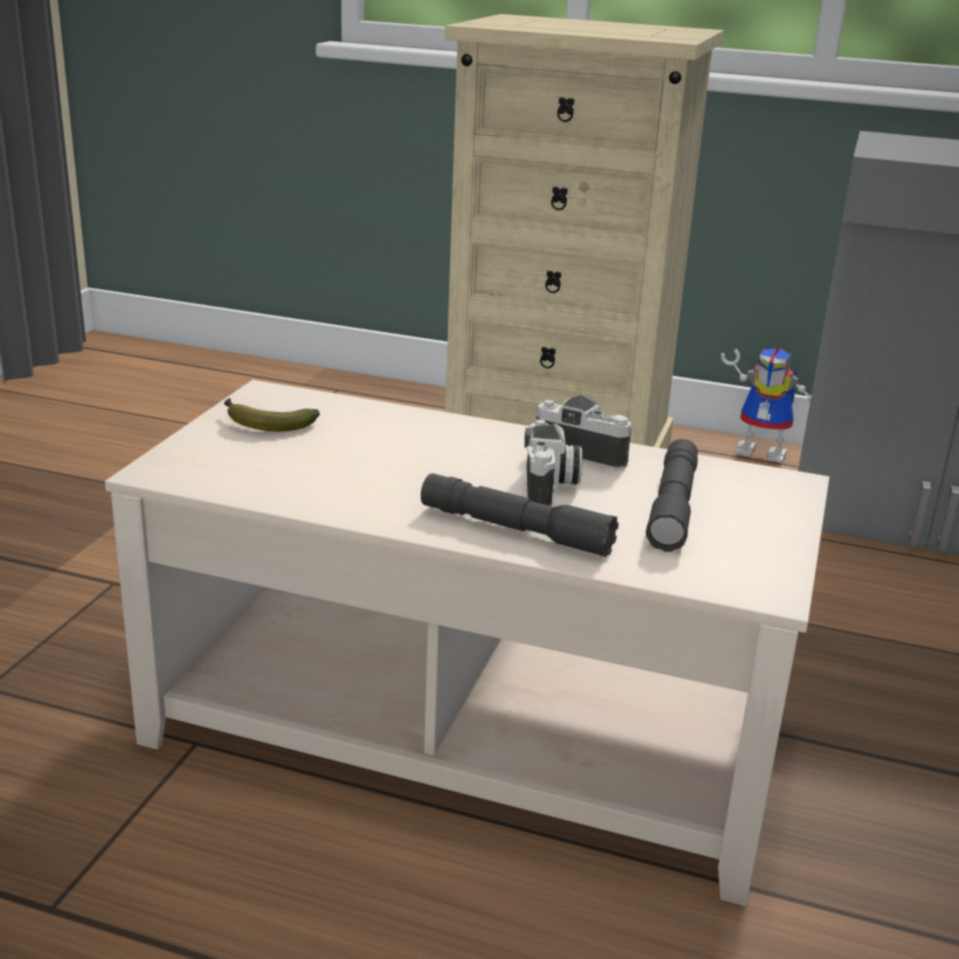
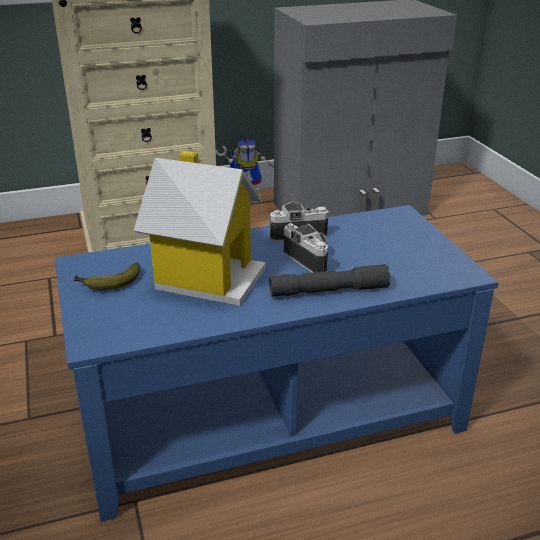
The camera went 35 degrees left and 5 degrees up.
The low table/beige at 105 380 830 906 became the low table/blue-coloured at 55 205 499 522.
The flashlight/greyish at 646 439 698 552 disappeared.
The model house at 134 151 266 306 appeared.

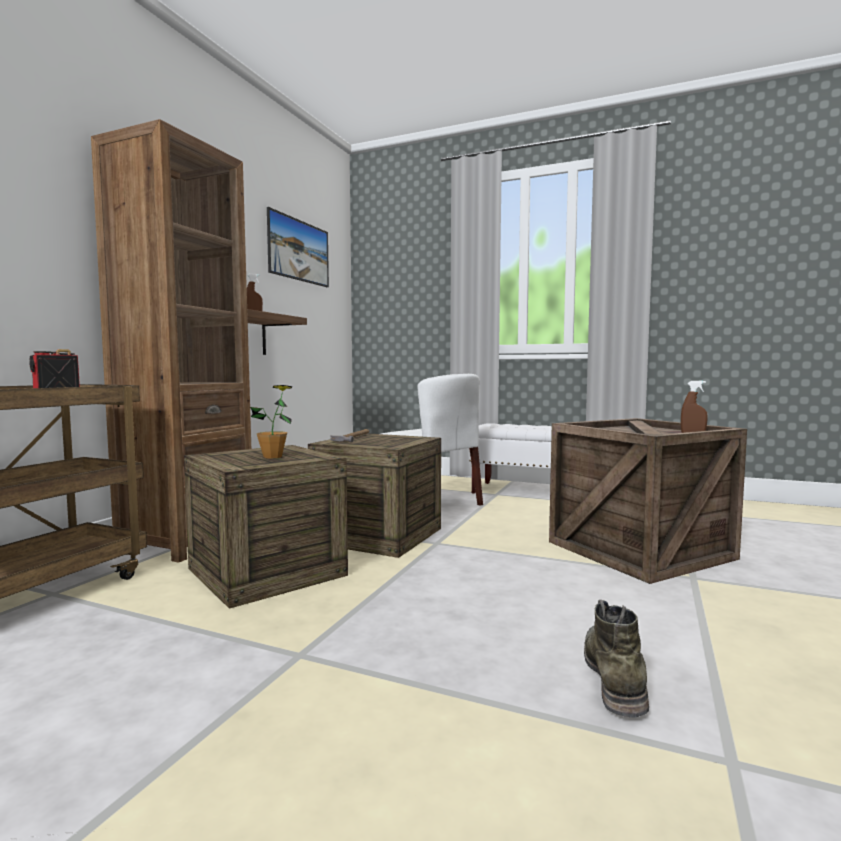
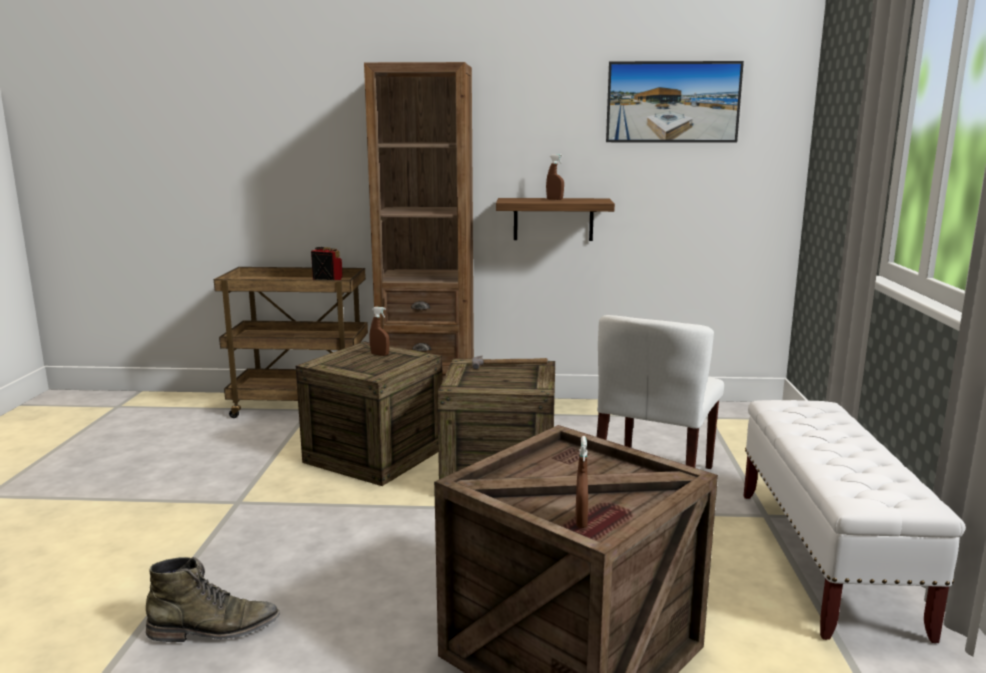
The camera went 70 degrees right and 10 degrees up.
The potted plant at 250 385 292 459 disappeared.
The sprayer/brown-coloured at 370 307 389 356 appeared.

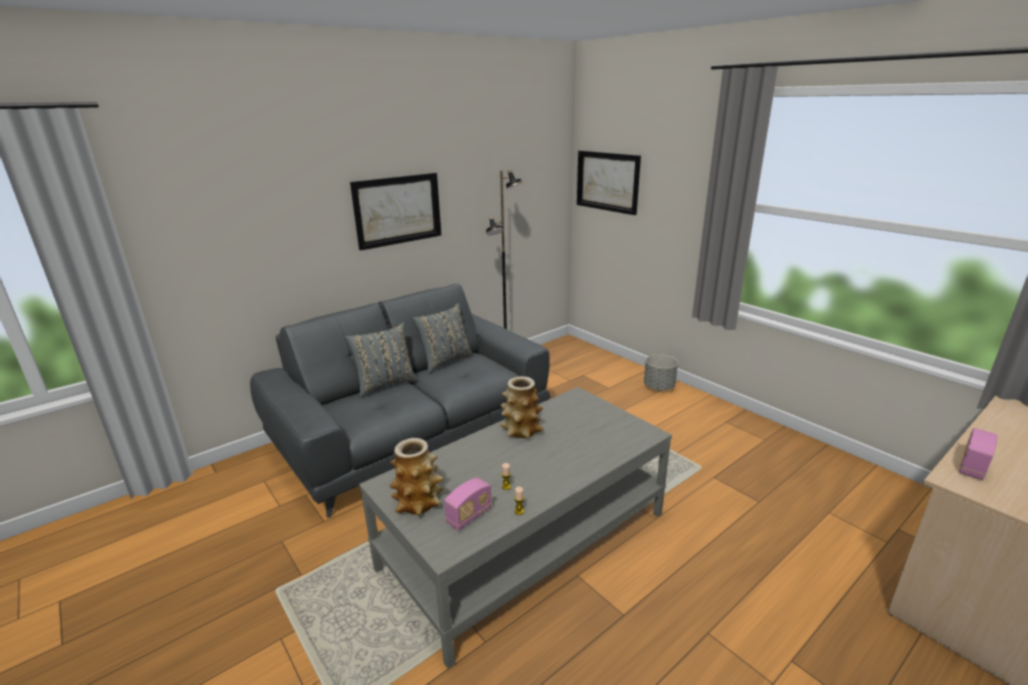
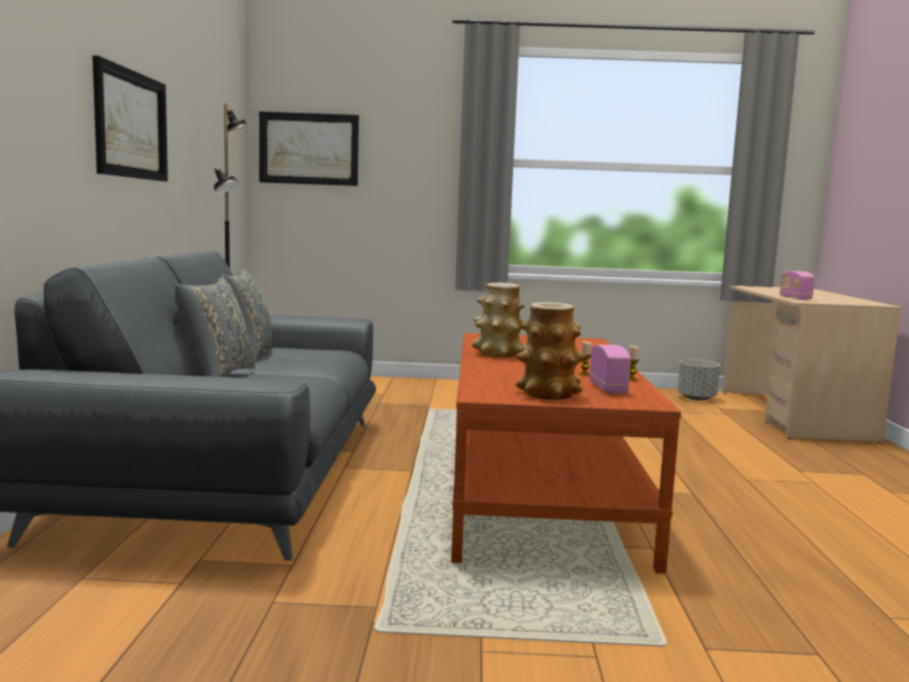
The camera went 50 degrees left and 15 degrees down.
The low table/greyish at 359 387 672 669 became the low table/brown-coloured at 451 333 681 574.
The flower pot/greyish moved from 644 354 678 391 to 677 359 720 401.

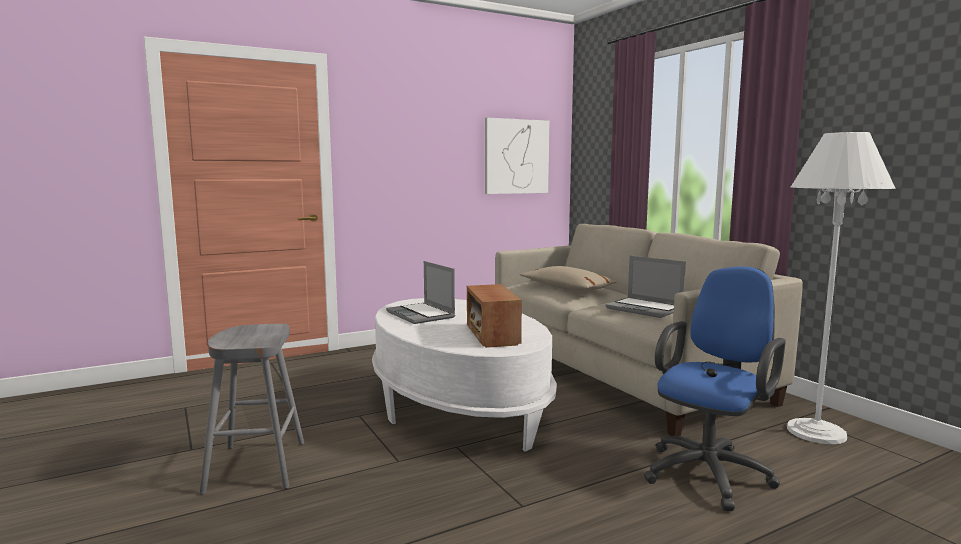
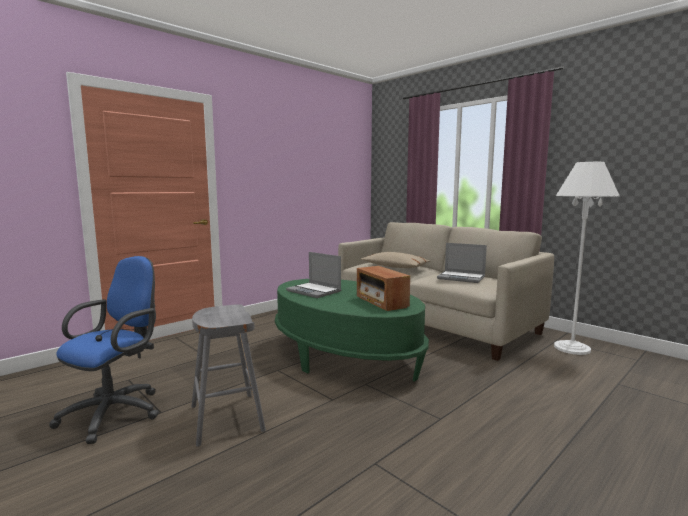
The camera went 15 degrees left and 0 degrees up.
The low table/white at 372 298 557 452 became the low table/green-coloured at 275 279 429 382.
The wall art at 485 118 550 194 disappeared.
The desk chair/blue-coloured moved from 644 266 786 511 to 49 256 159 444.

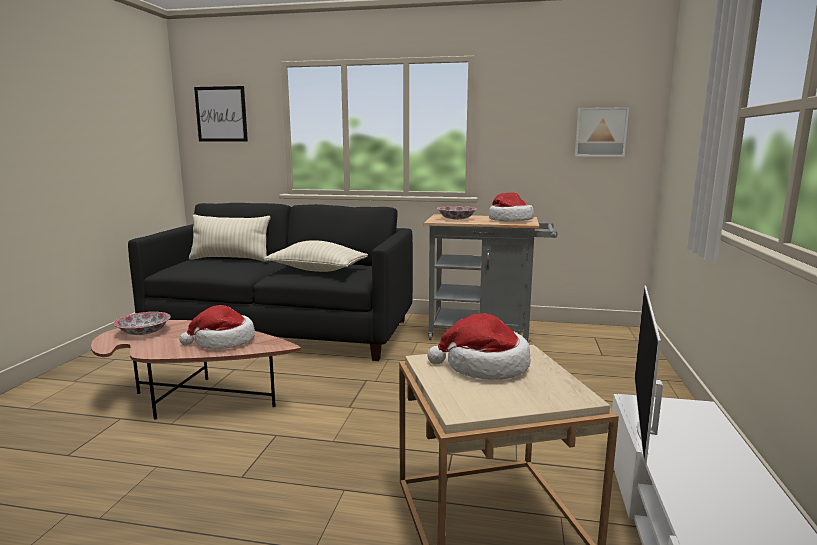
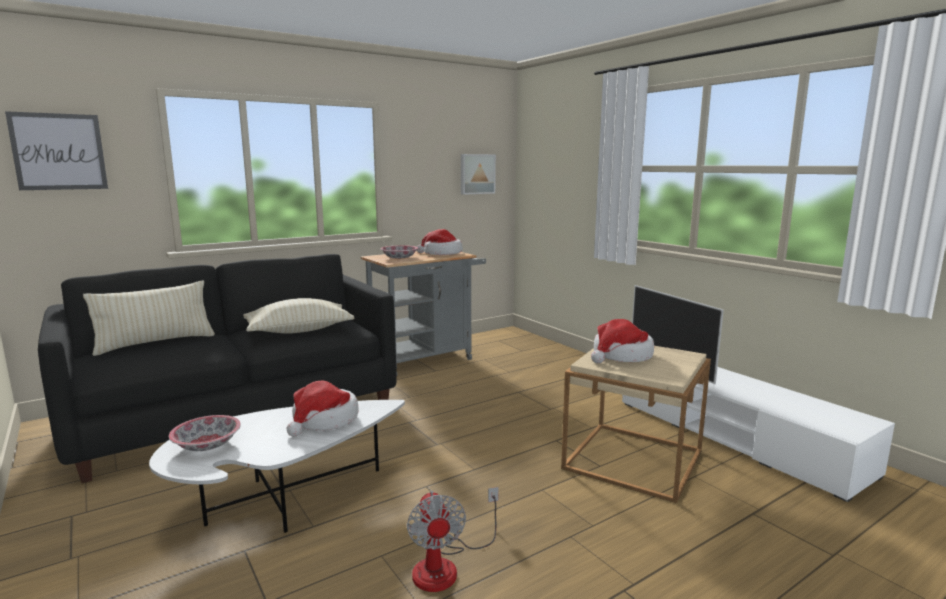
The camera went 45 degrees left and 0 degrees up.
The low table/brown-coloured at 91 320 301 420 became the low table/white at 149 400 405 533.
The cooling fan at 407 487 499 592 appeared.

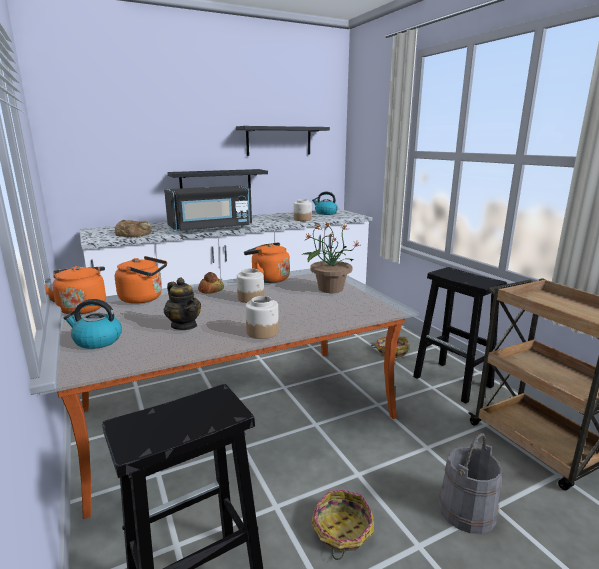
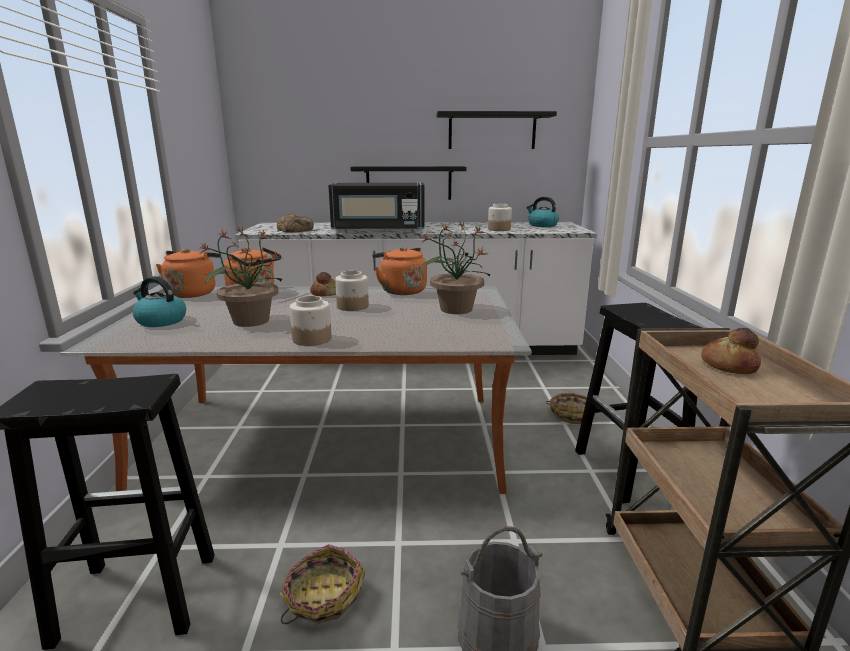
The camera went 25 degrees right and 0 degrees up.
The pot for tea at 164 278 201 330 was replaced by the potted plant at 200 228 282 327.
The bakery bread at 701 328 761 374 appeared.

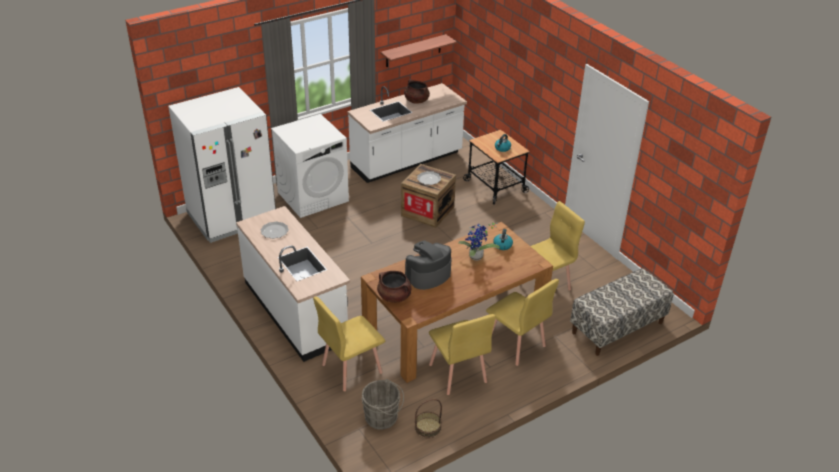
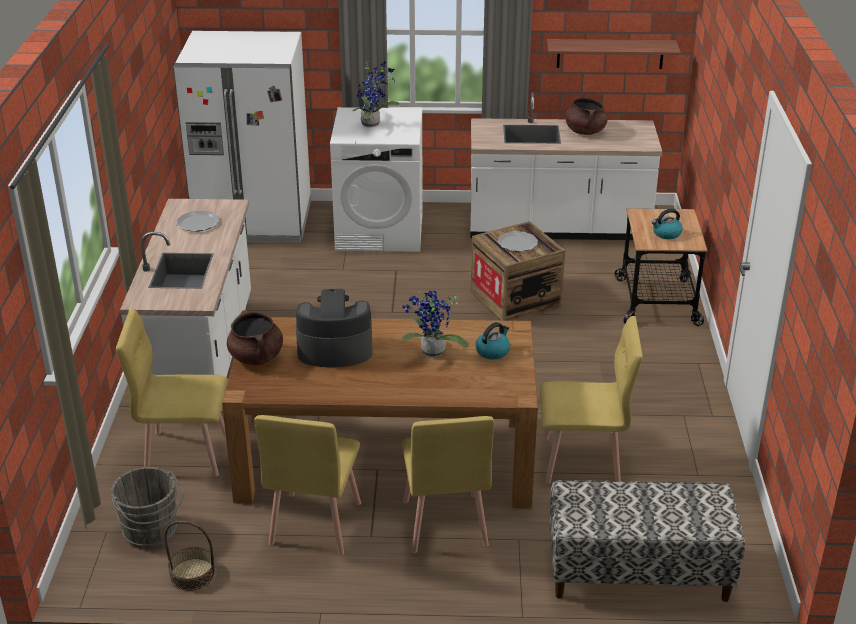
The camera went 35 degrees right and 5 degrees down.
The potted plant at 353 60 399 127 appeared.

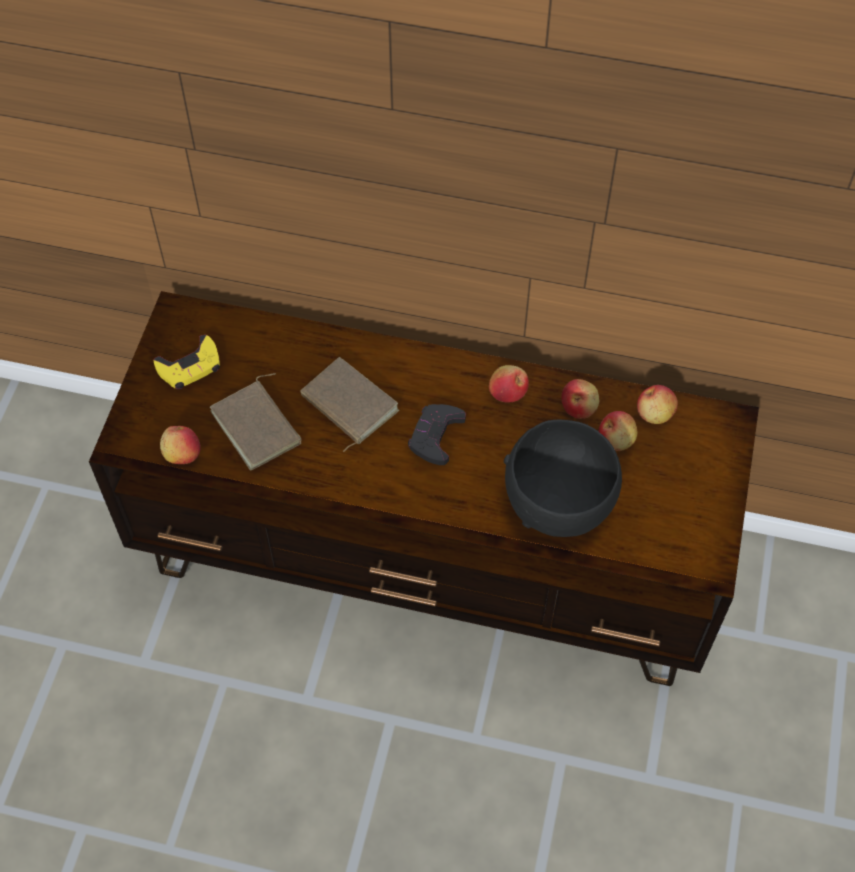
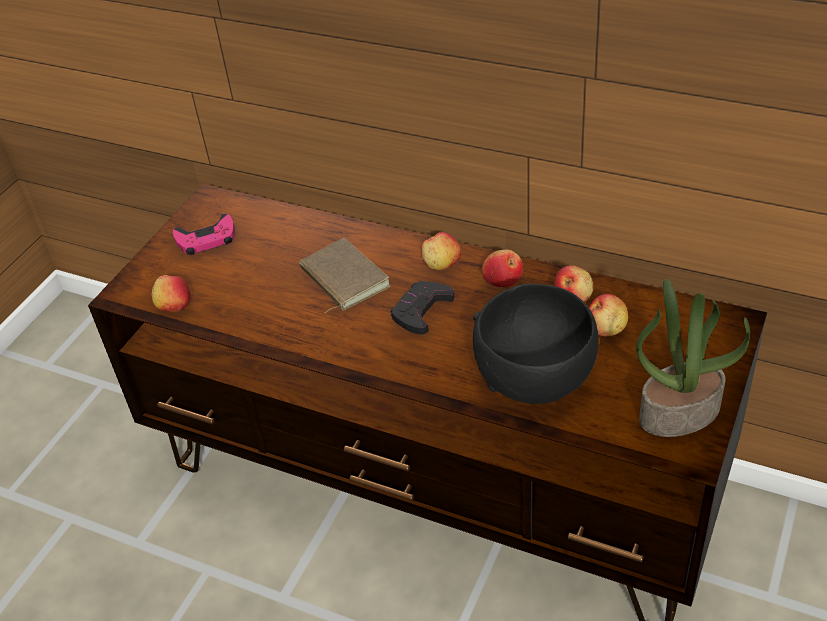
The camera went 15 degrees right and 15 degrees down.
The game controller/yellow at 154 335 220 389 became the game controller/pinkish at 173 214 235 255.
The bound book/brown-coloured at 210 373 302 470 disappeared.
The whole apple moved from 637 385 678 424 to 421 232 461 270.
The potted plant at 636 279 750 437 appeared.

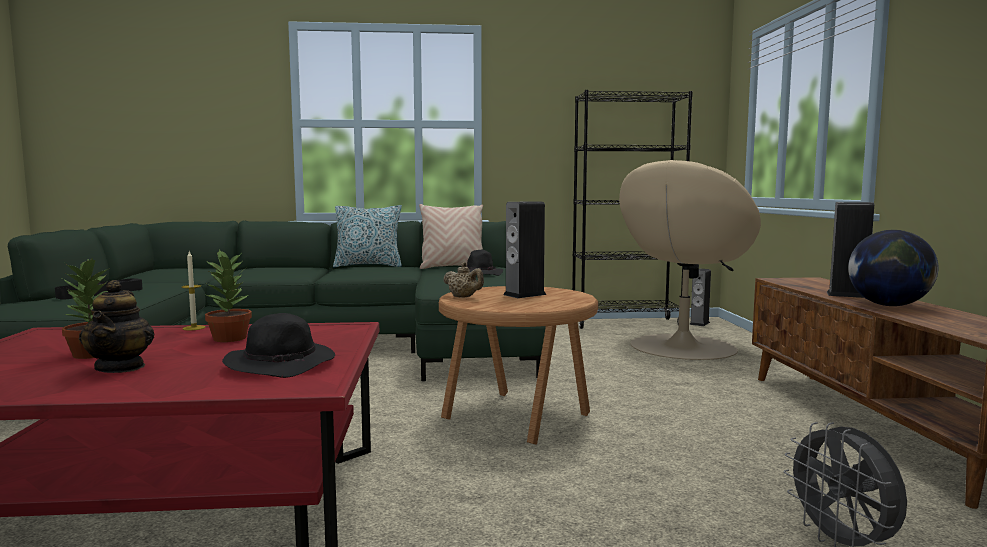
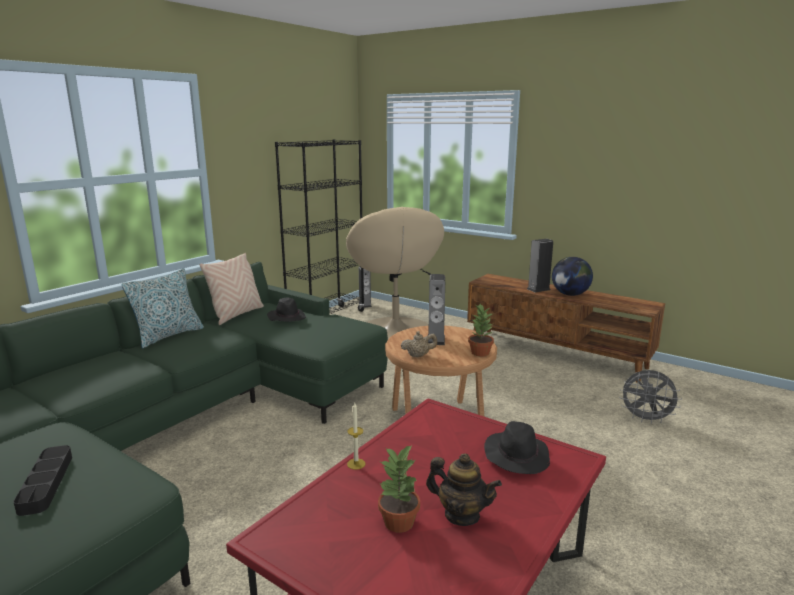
The camera went 50 degrees left and 10 degrees up.
The potted plant moved from 205 249 252 342 to 468 304 494 357.

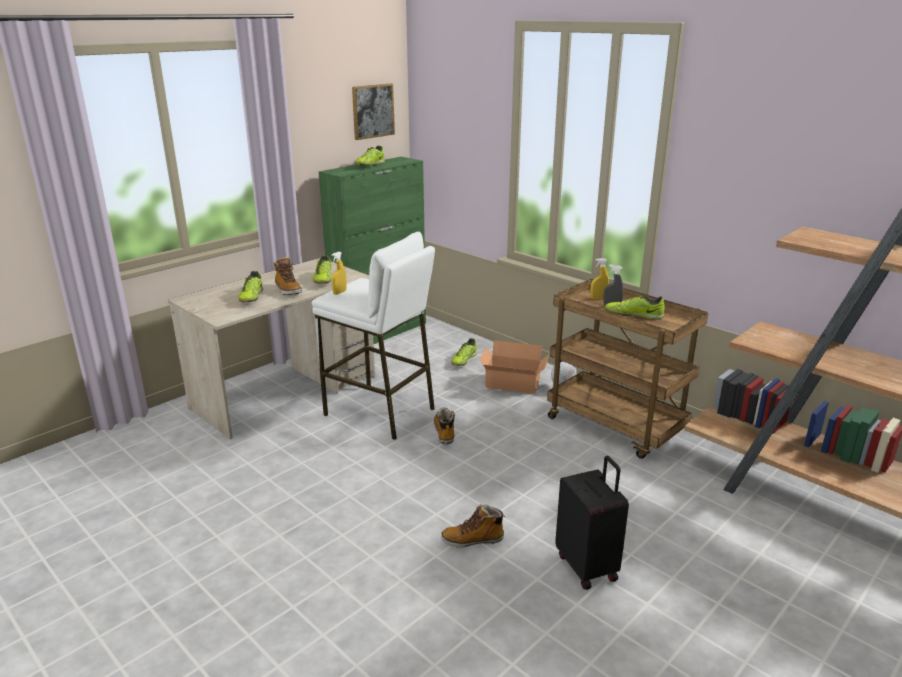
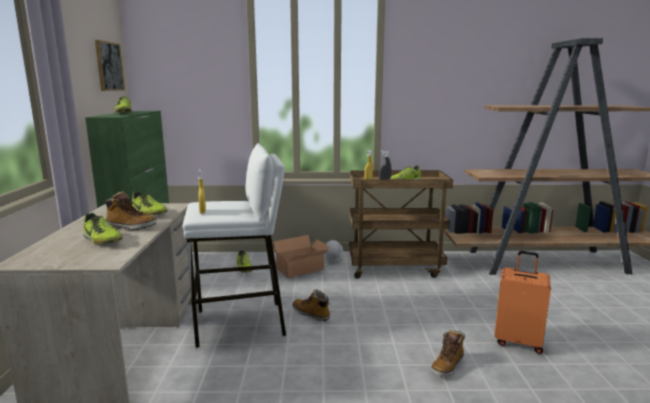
The camera went 45 degrees left and 10 degrees down.
The travel case/blackish at 555 456 629 590 became the travel case/orange-coloured at 494 251 551 354.

